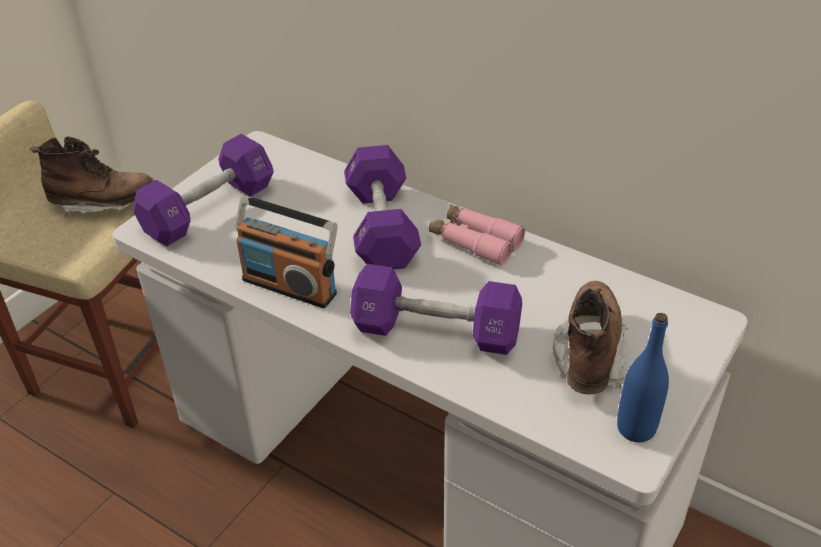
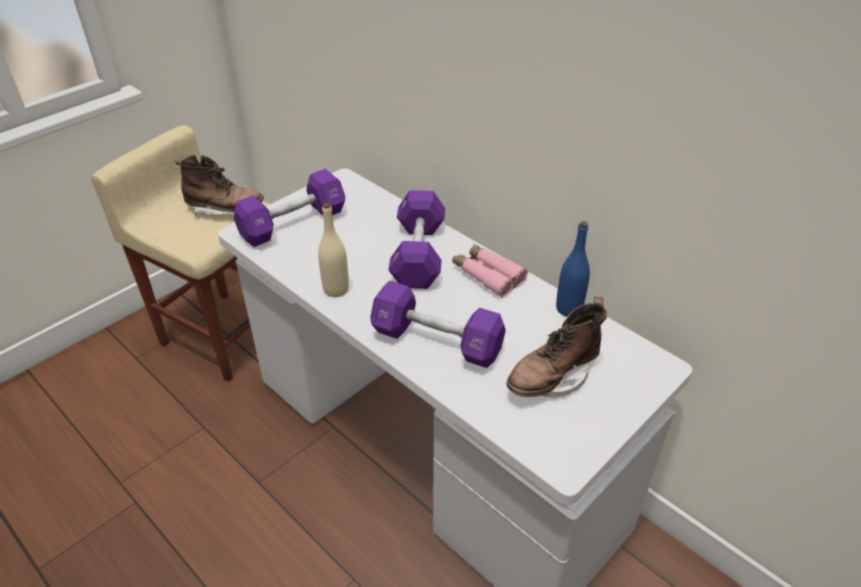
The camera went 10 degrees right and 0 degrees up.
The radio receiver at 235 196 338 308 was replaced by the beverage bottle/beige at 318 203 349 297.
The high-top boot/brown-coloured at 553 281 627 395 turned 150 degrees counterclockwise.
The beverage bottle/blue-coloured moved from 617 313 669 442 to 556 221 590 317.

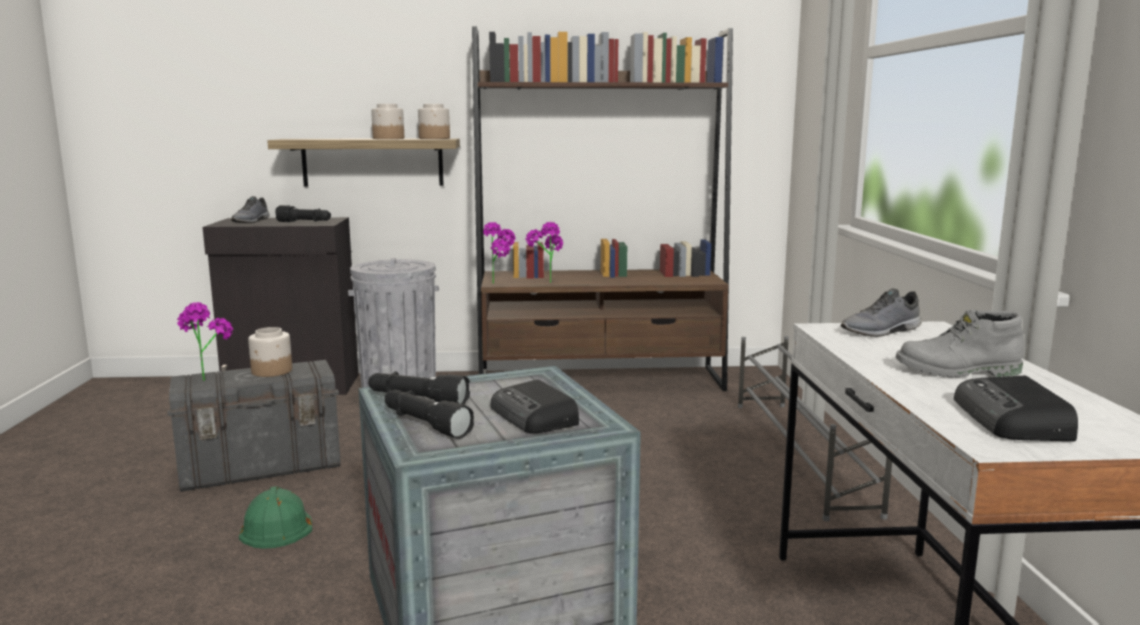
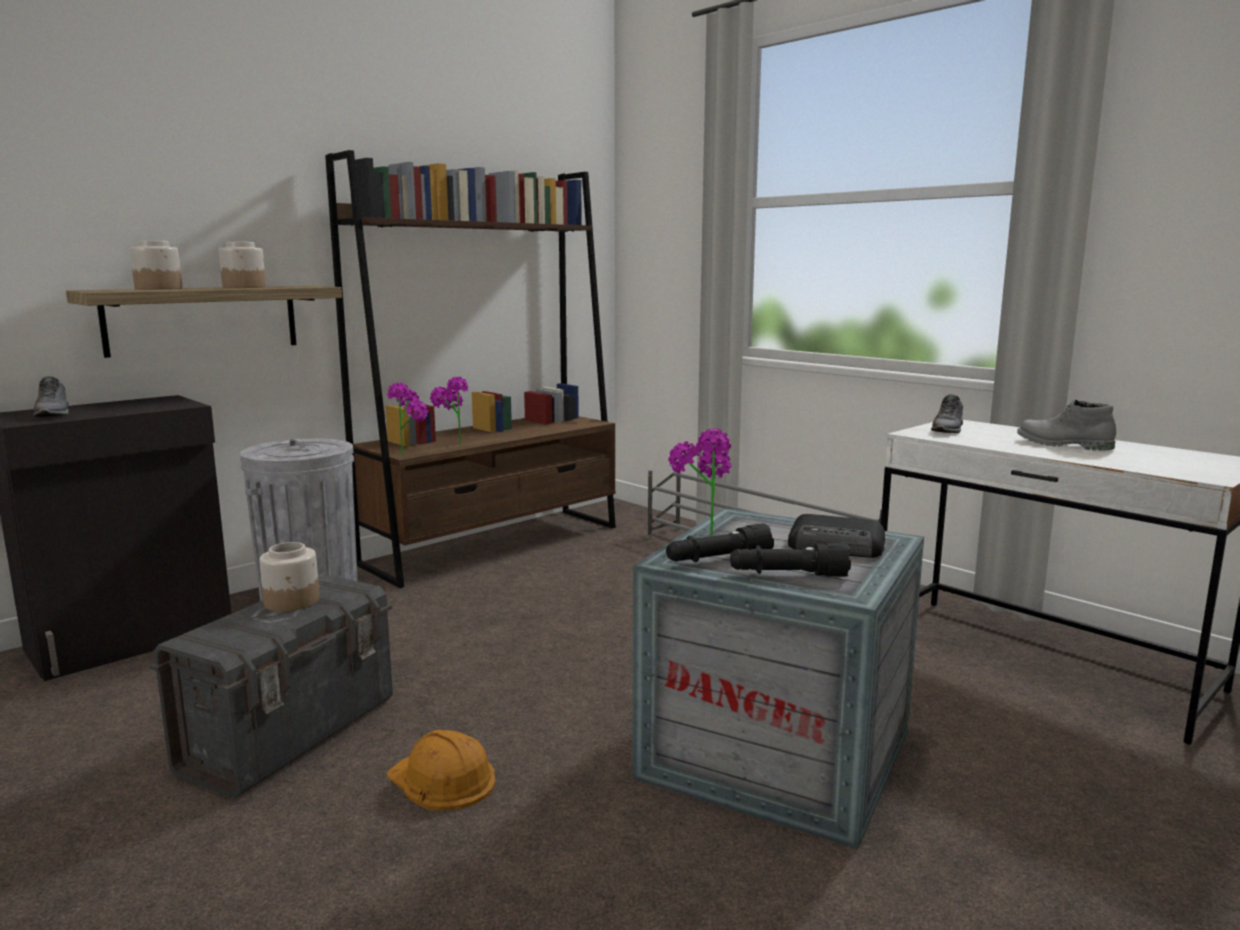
The camera went 40 degrees left and 0 degrees up.
The potted plant moved from 177 302 233 381 to 668 428 732 536.
The work helmet/green-coloured at 239 486 312 549 became the work helmet/orange-coloured at 387 729 495 810.
The flashlight/blackish at 275 205 331 222 disappeared.
The preserve jar moved from 418 104 450 139 to 130 241 182 290.
The high-top boot/greyish at 896 309 1024 378 turned 75 degrees clockwise.
The radio receiver at 954 376 1078 441 disappeared.

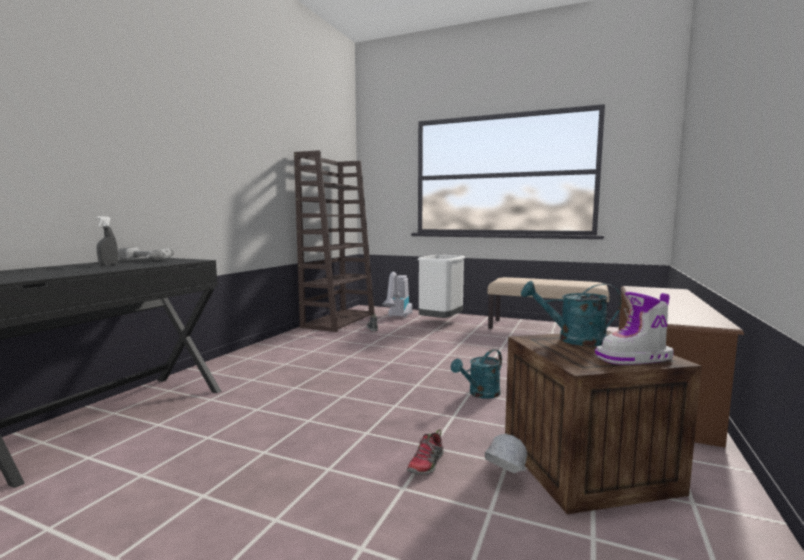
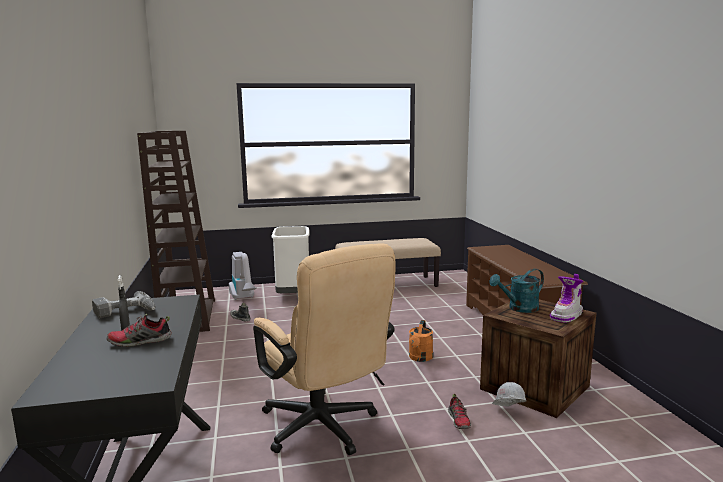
The camera went 35 degrees left and 5 degrees up.
The sprinkling can/turquoise at 451 349 502 399 became the sprinkling can/orange-coloured at 409 320 433 362.
The shoe at 107 314 172 347 appeared.
The desk chair/beige at 253 243 396 455 appeared.

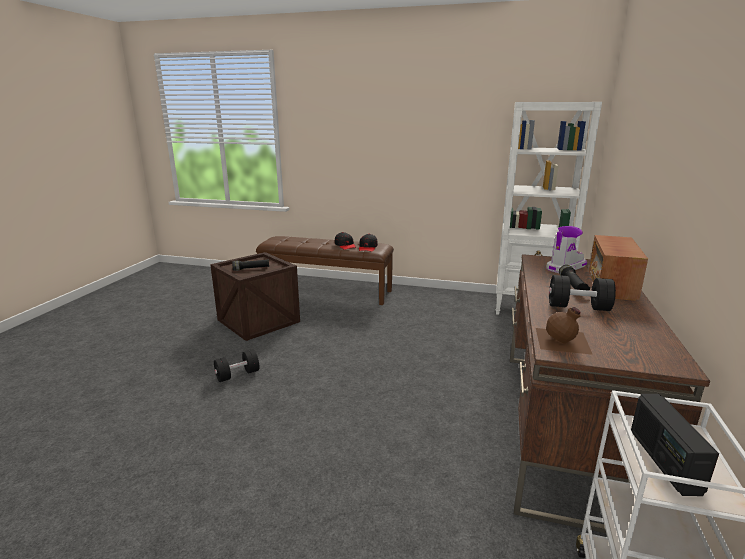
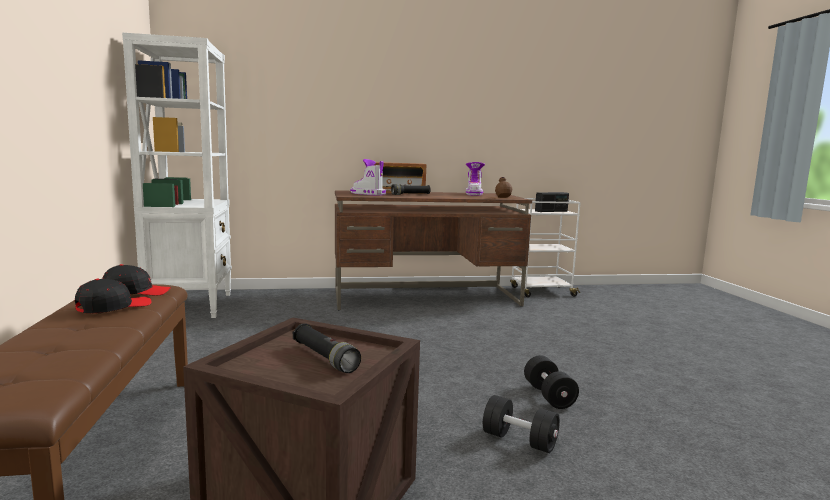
The camera went 115 degrees left and 10 degrees down.
The free weight/blackish moved from 549 275 616 311 to 524 355 579 409.
The high-top boot at 466 162 485 196 appeared.

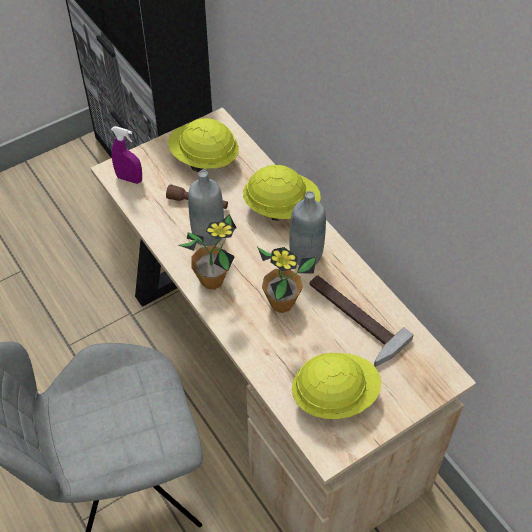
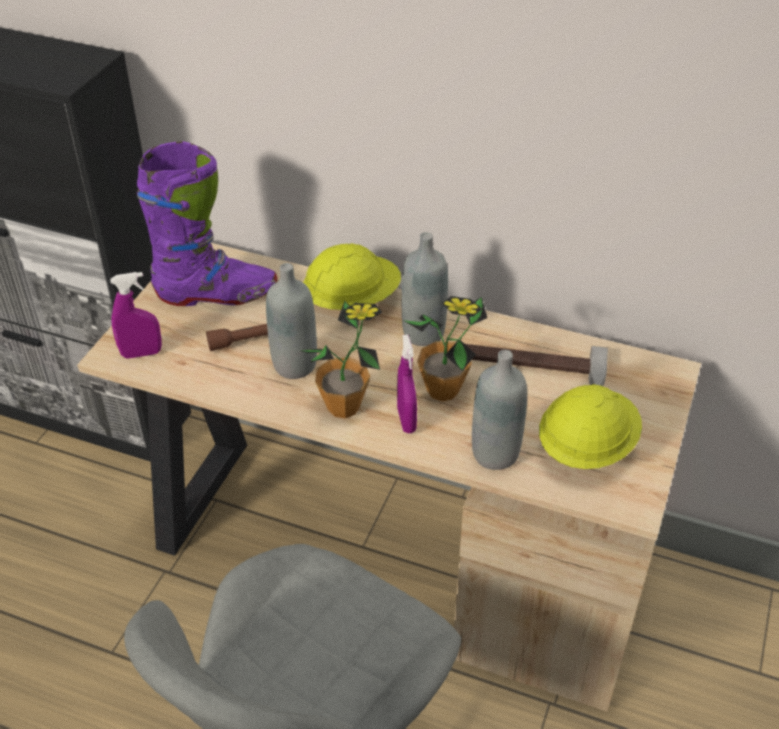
The camera went 35 degrees left and 10 degrees down.
The work helmet/yellow at 168 118 239 172 was replaced by the high-top boot/purple at 137 141 277 306.
The sprayer/purple at 397 335 417 433 appeared.
The beverage bottle/greyish at 472 350 527 470 appeared.

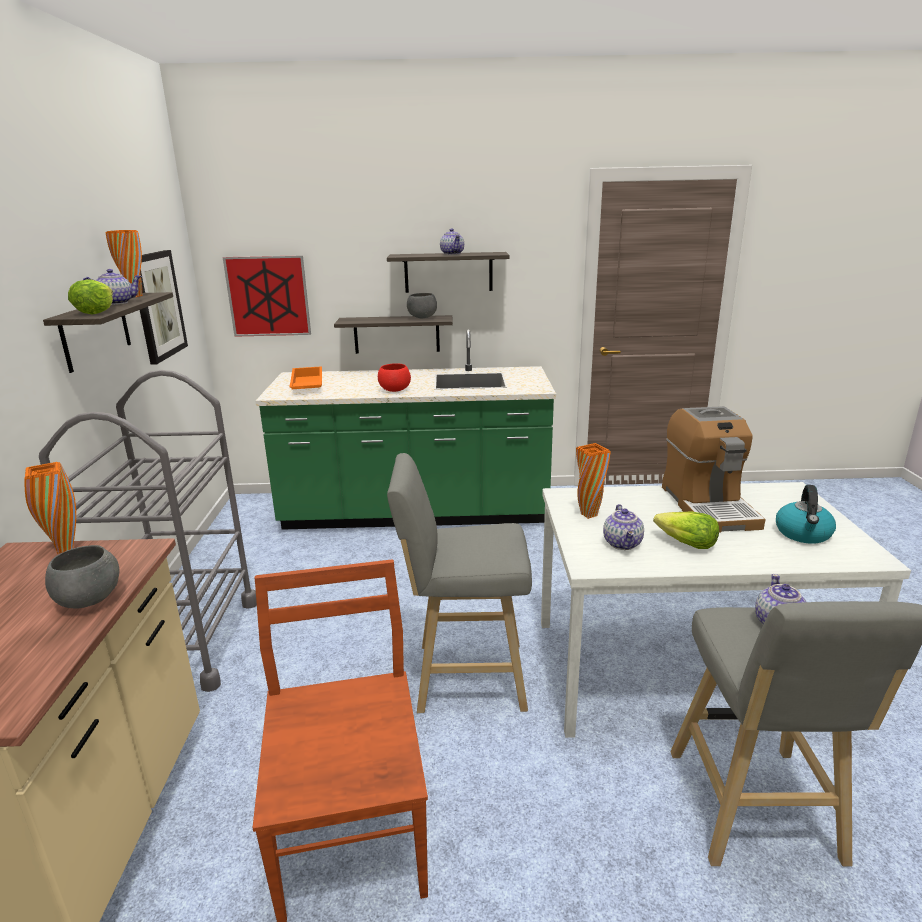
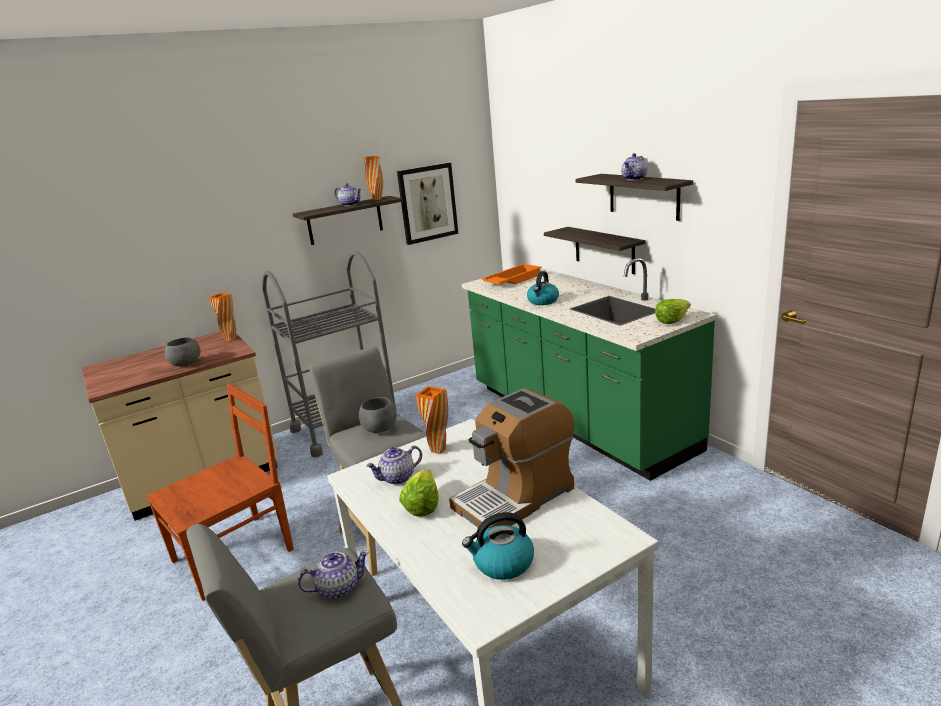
The camera went 60 degrees right and 0 degrees up.
The lettuce head moved from 68 280 113 315 to 655 299 691 324.
The wall art at 223 255 311 337 disappeared.
The bowl/red at 378 363 411 392 was replaced by the kettle at 527 271 559 305.
The bowl/greyish moved from 407 293 437 318 to 359 397 397 433.

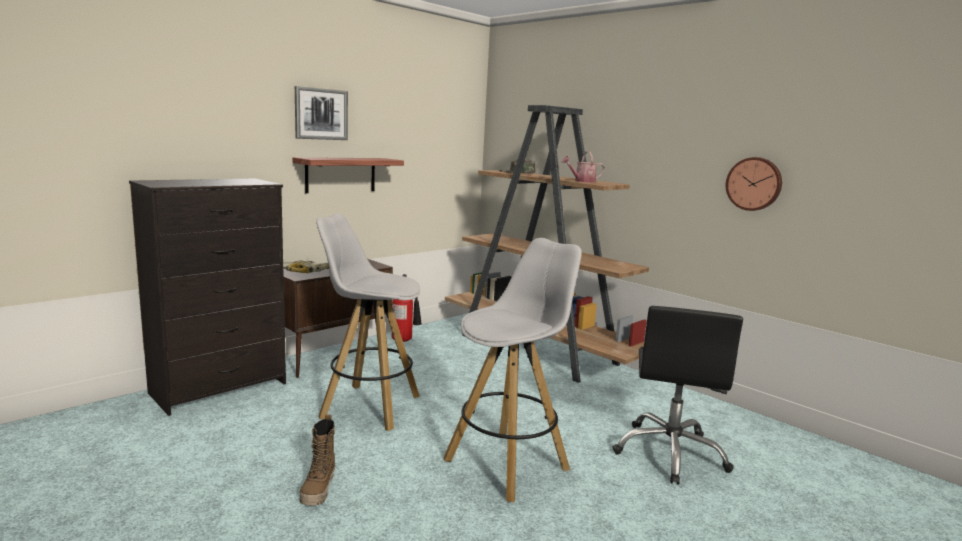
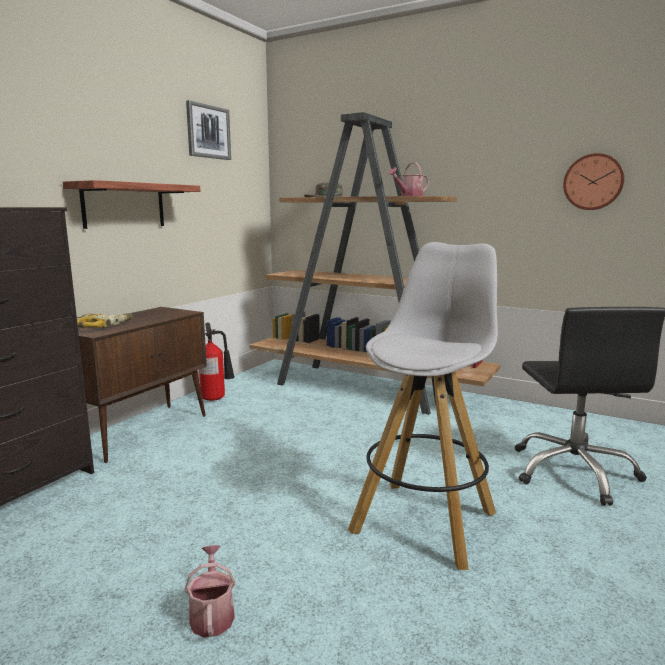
The camera went 15 degrees left and 0 degrees up.
The wall art moved from 295 86 348 140 to 186 100 231 160.
The high-top boot at 300 414 335 506 was replaced by the sprinkling can at 185 545 235 638.
The stool/white at 316 213 420 431 disappeared.

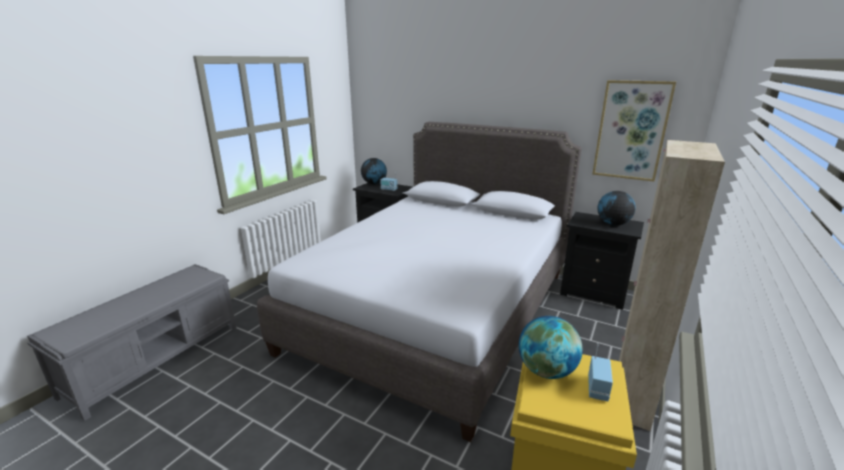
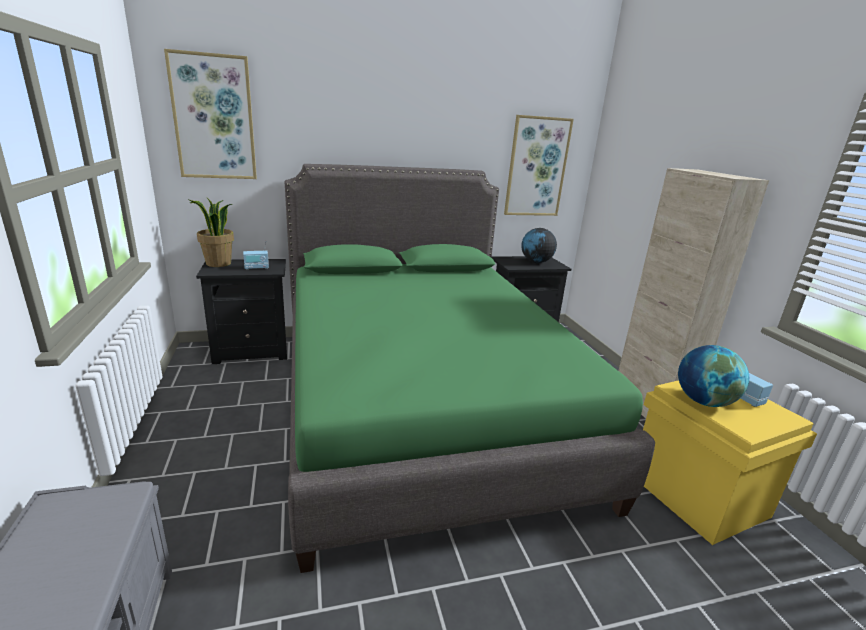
The camera went 45 degrees left and 0 degrees up.
The bedroom bed/greyish at 257 122 582 442 became the bedroom bed/green-coloured at 284 164 655 573.
The globe at 361 158 387 185 was replaced by the potted plant at 189 198 234 267.
The wall art at 164 49 257 179 appeared.

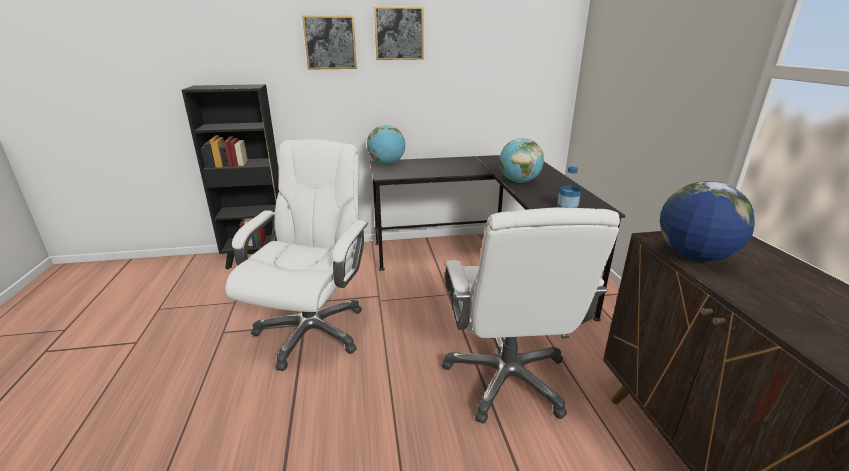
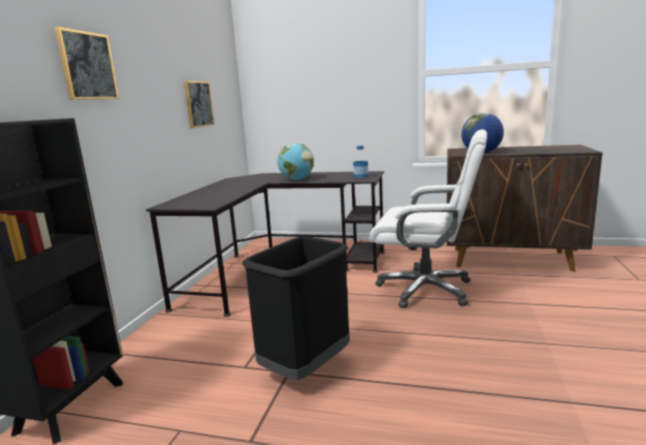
The camera went 65 degrees left and 10 degrees down.
The desk chair/white at 225 140 368 371 was replaced by the trash can/blackish at 242 236 350 380.
The globe at 367 125 405 165 disappeared.
The wall art moved from 374 6 424 60 to 184 81 215 128.

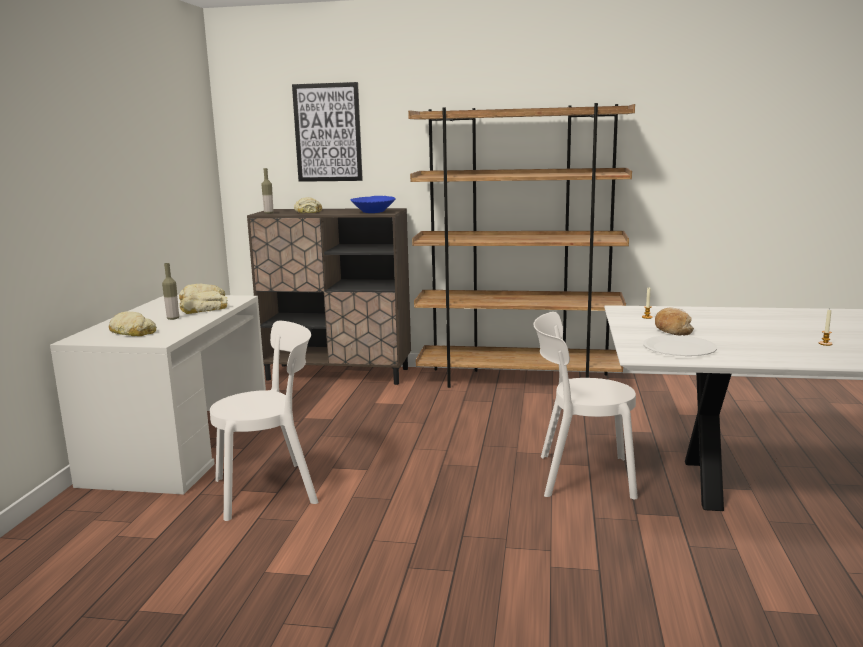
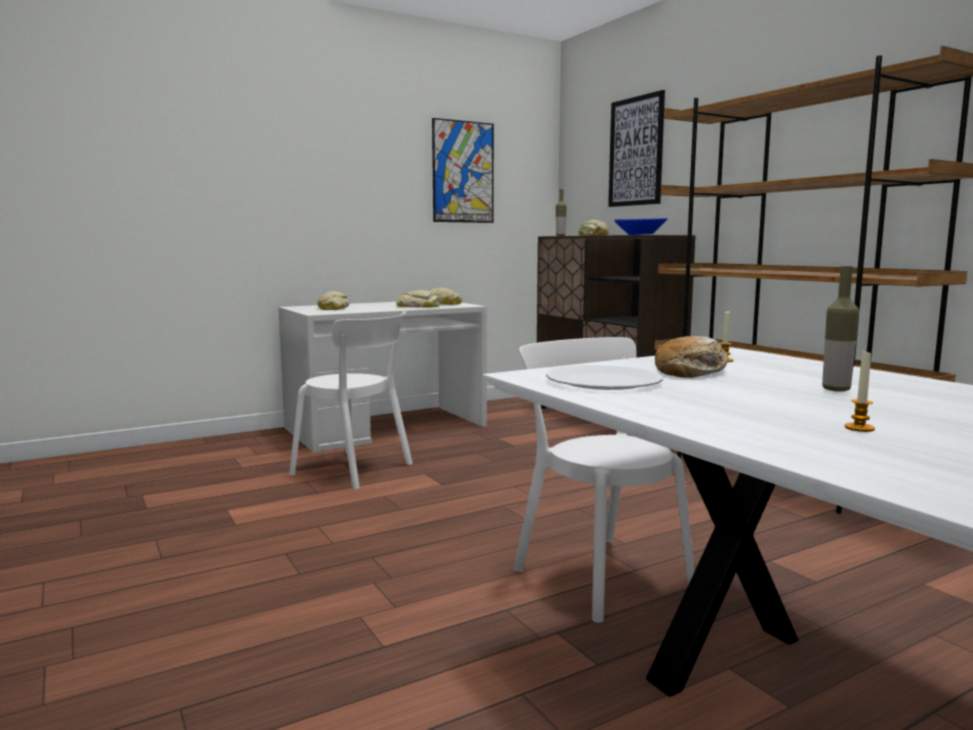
The camera went 50 degrees right and 5 degrees down.
The beverage bottle moved from 162 263 179 320 to 822 266 859 392.
The wall art at 432 118 494 223 appeared.

